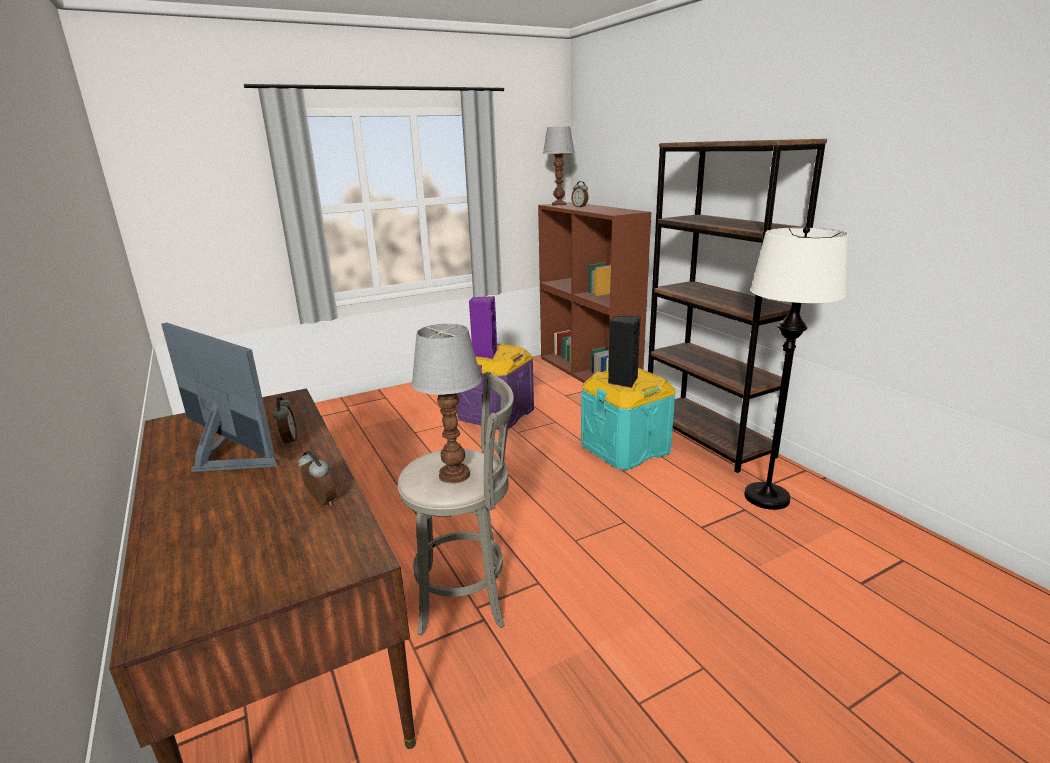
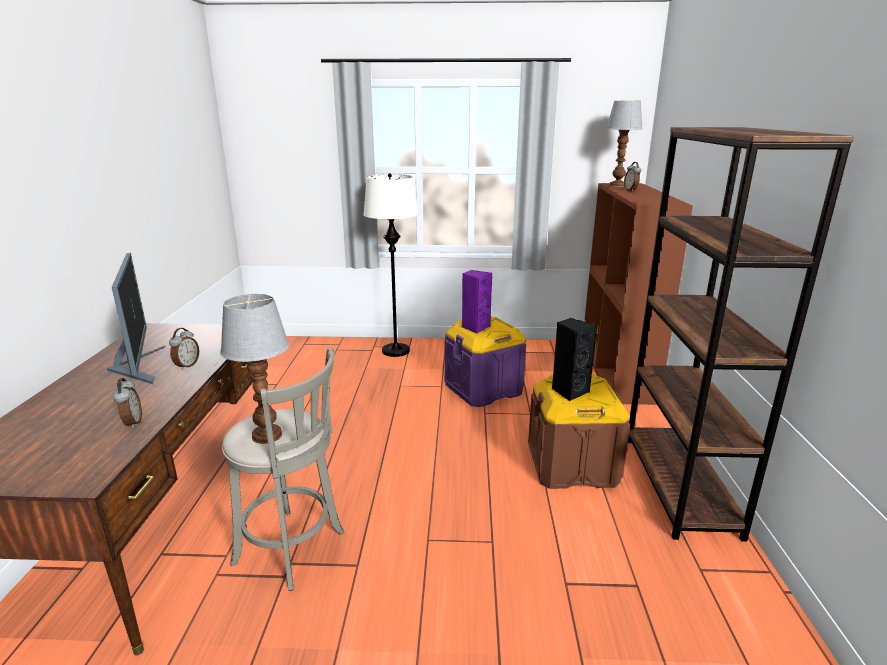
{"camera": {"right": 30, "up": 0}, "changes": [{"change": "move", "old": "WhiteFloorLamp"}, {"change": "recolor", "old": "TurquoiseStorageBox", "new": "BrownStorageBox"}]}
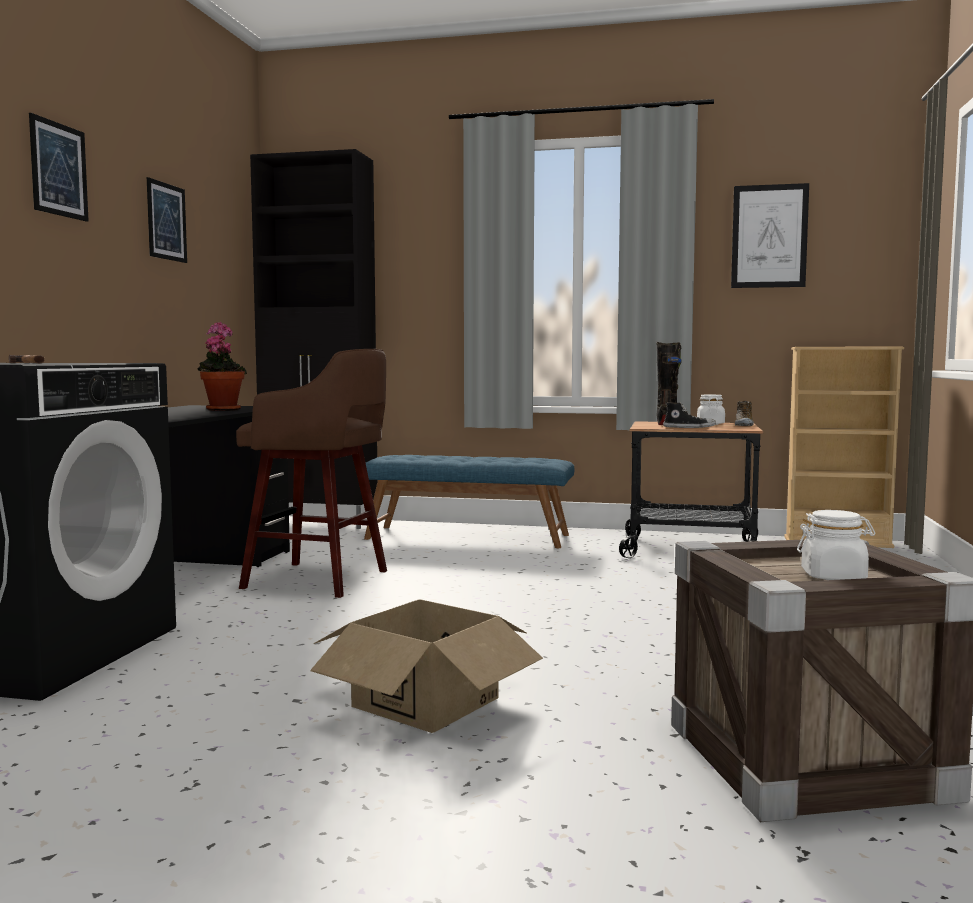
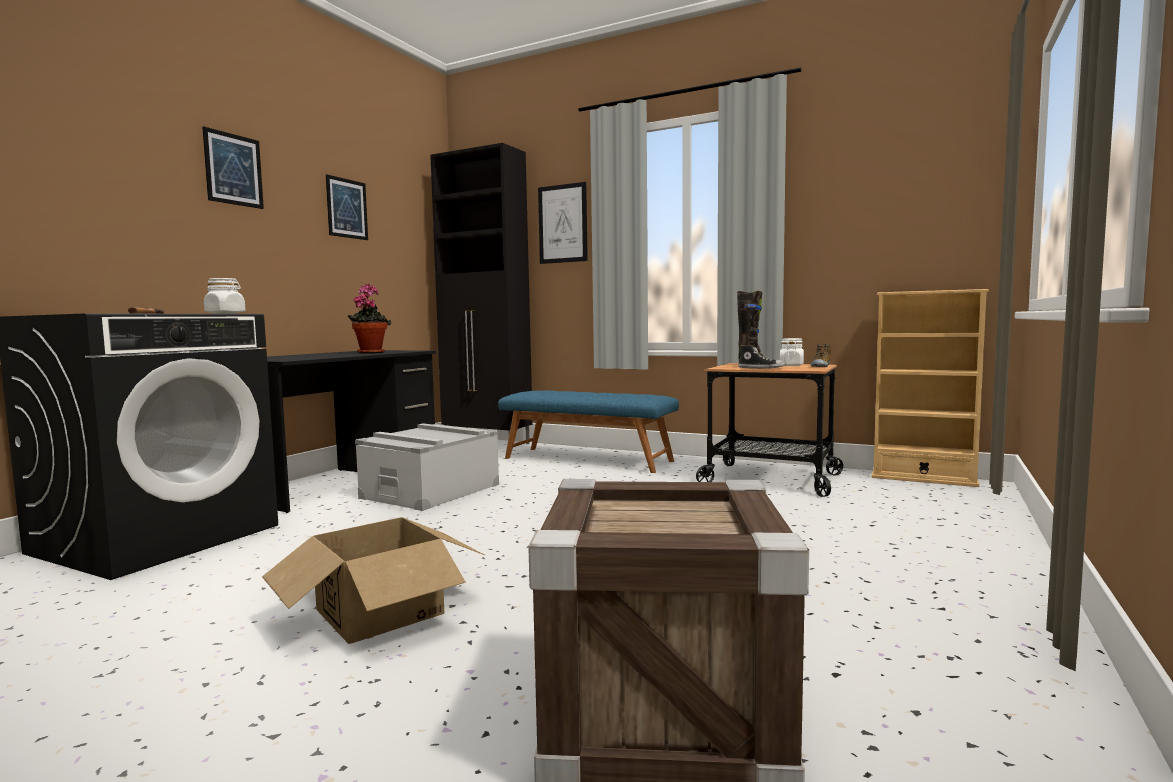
{"camera": {"right": 15, "up": 0}, "changes": [{"change": "move", "old": "Picture (3rd from left)"}, {"change": "move", "old": "WhiteJar (2nd from left in the first image)", "new": "WhiteJar (1st from left)"}, {"change": "replace", "old": "BrownStool", "new": "GreyStorageBox"}]}
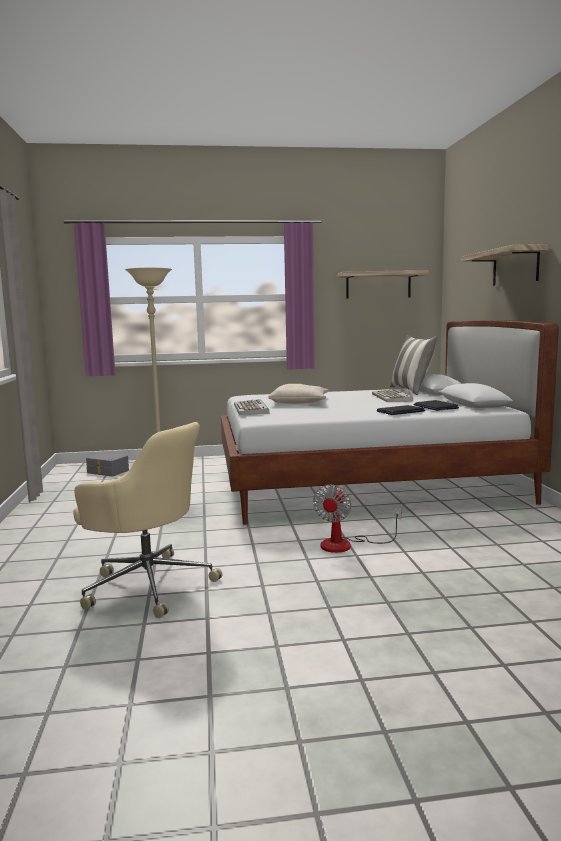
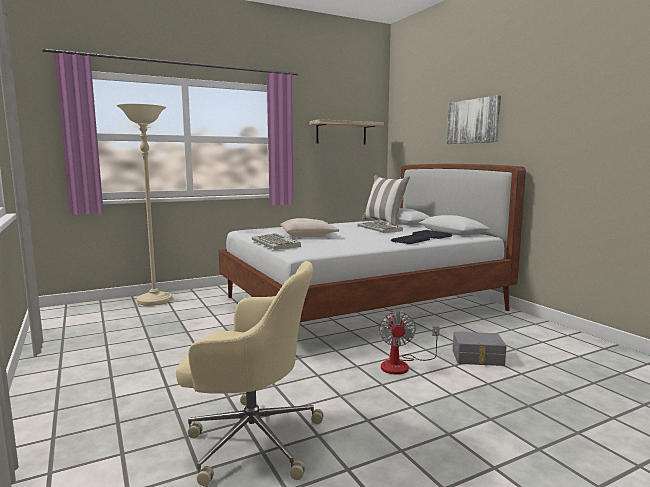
{"camera": {"right": -20, "up": 0}, "changes": [{"change": "move", "old": "GreyStorageBox"}, {"change": "replace", "old": "Shelf (2nd from left)", "new": "Picture"}]}
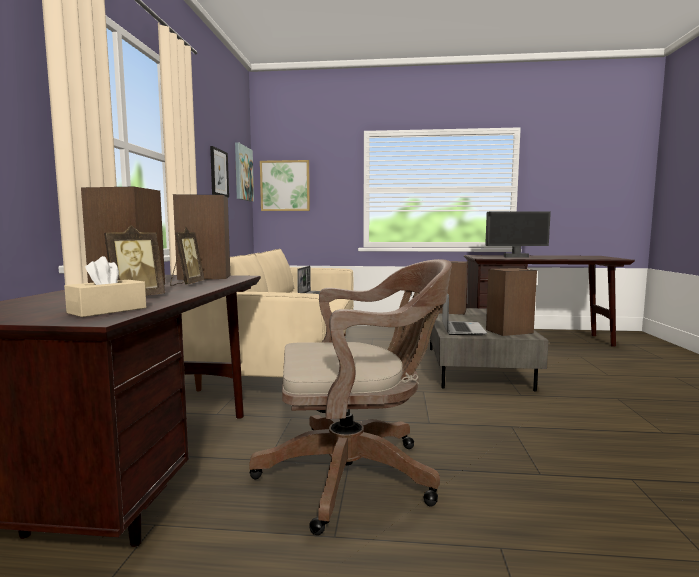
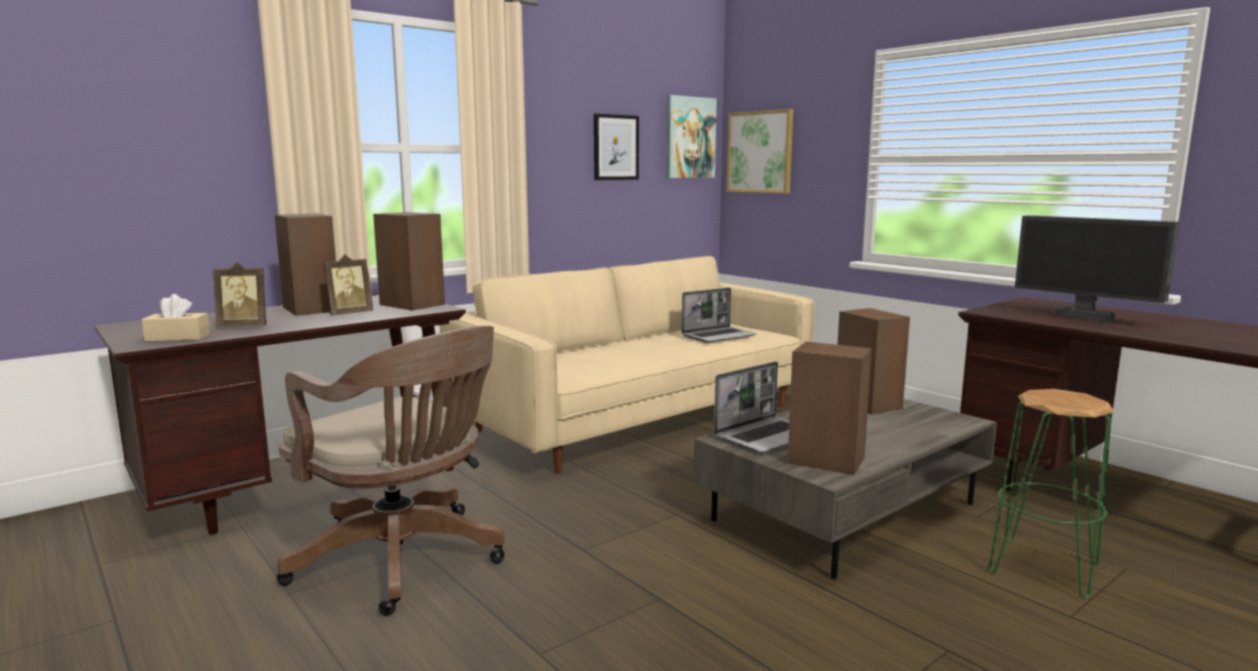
{"camera": {"right": 45, "up": 5}, "changes": [{"change": "insert", "new": "GreenStool"}]}
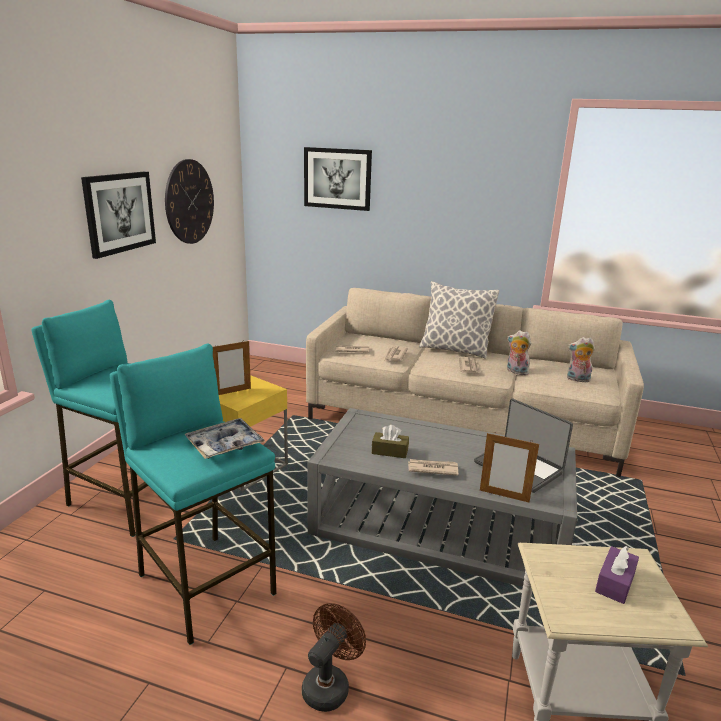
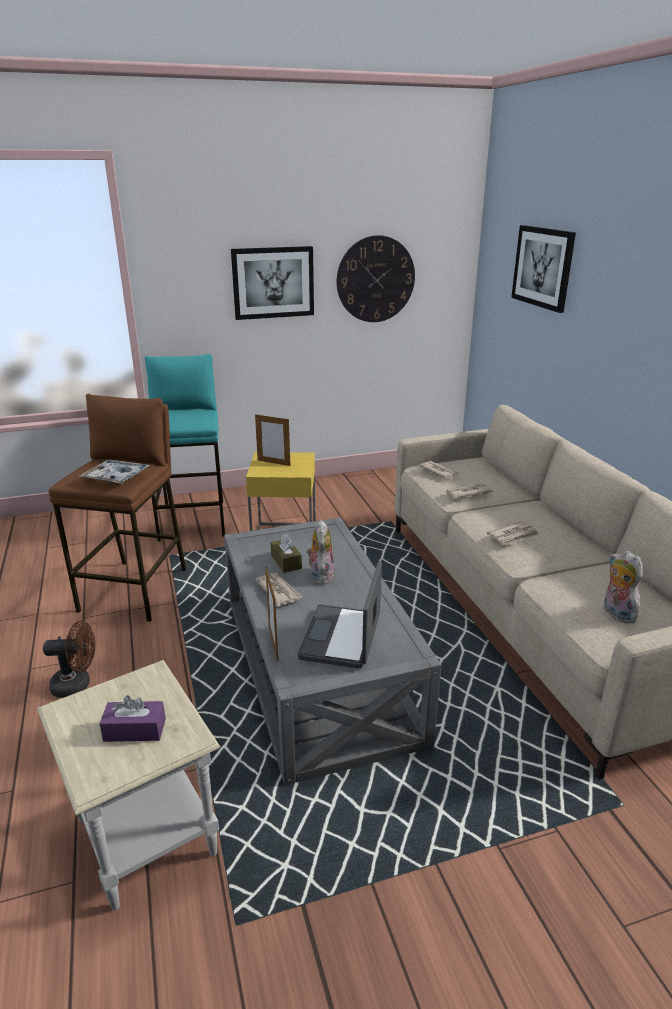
{"camera": {"right": 55, "up": 5}, "changes": [{"change": "delete", "old": "Pillow"}, {"change": "move", "old": "PlushToy (1st from left)"}, {"change": "recolor", "old": "TurquoiseStool (2nd from left)", "new": "BrownStool"}]}
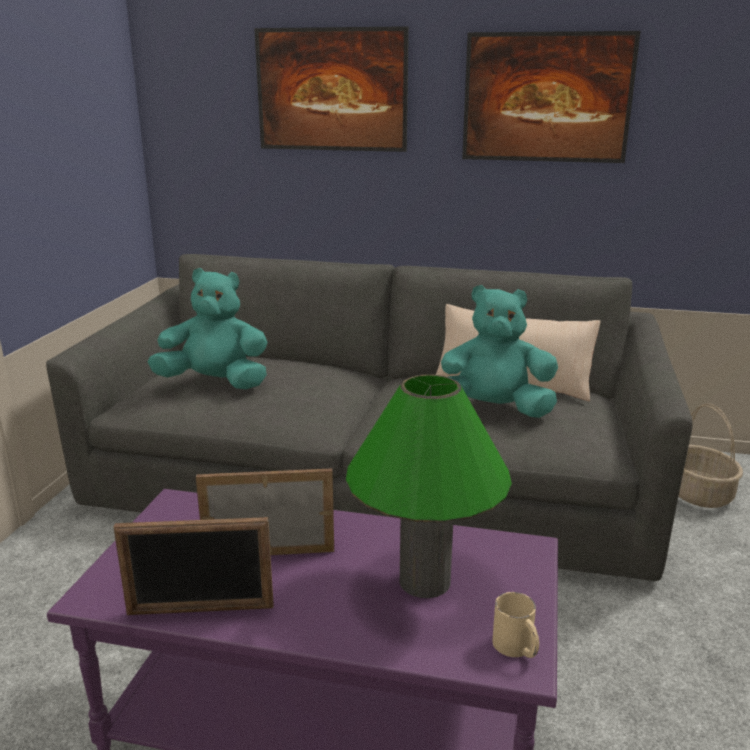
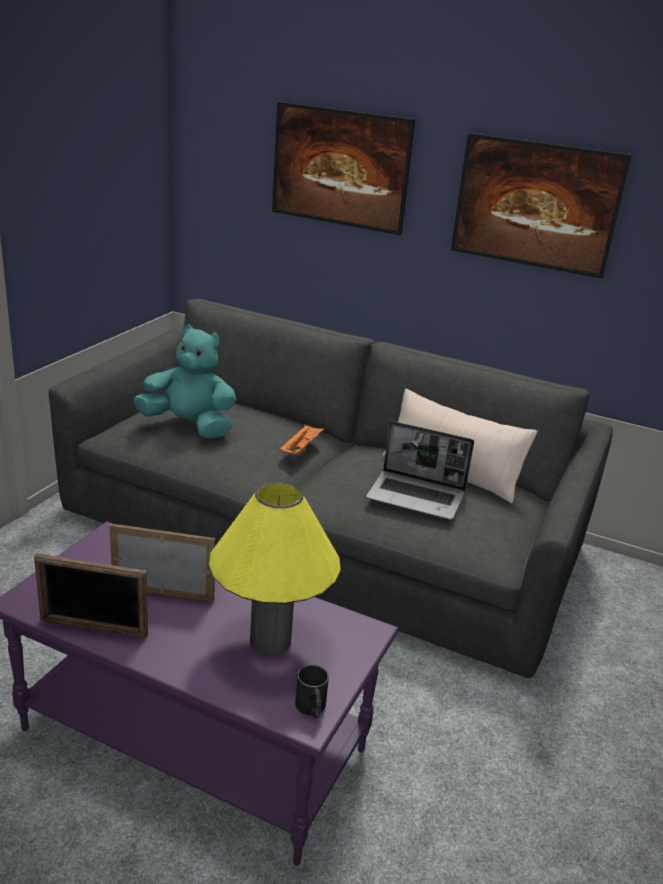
{"camera": {"right": 10, "up": 5}, "changes": [{"change": "delete", "old": "Basket"}, {"change": "insert", "new": "OrangeTray"}, {"change": "replace", "old": "TurquoisePlushToy (2nd from left)", "new": "Laptop"}, {"change": "recolor", "old": "GreenTableLamp", "new": "YellowTableLamp"}, {"change": "recolor", "old": "BeigeMug", "new": "BlackMug"}]}
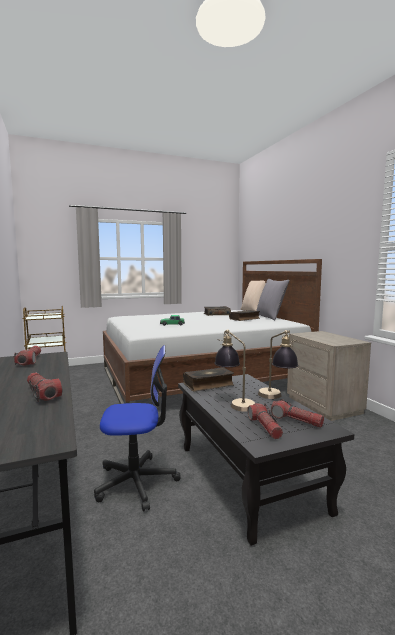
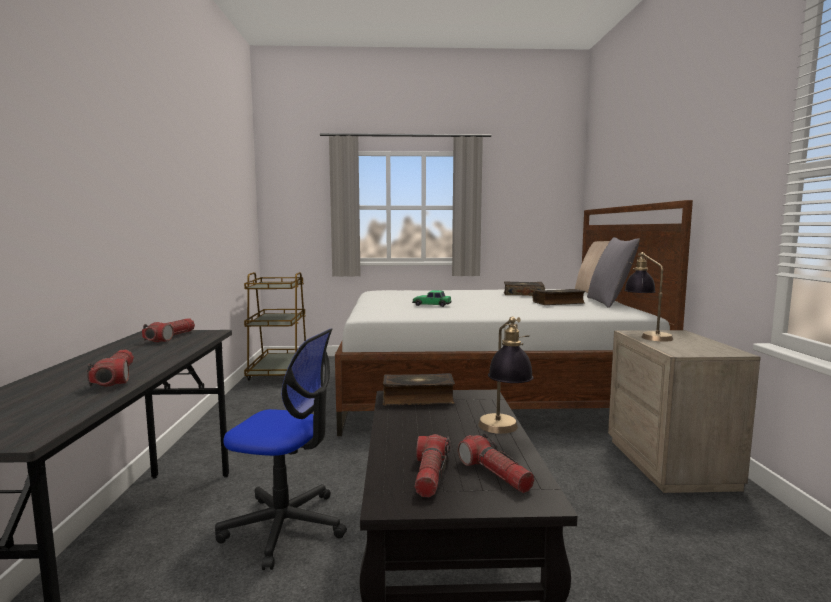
{"camera": {"right": 20, "up": 0}, "changes": [{"change": "move", "old": "TableLamp (1st from left in the first image)", "new": "TableLamp (2nd from left)"}]}
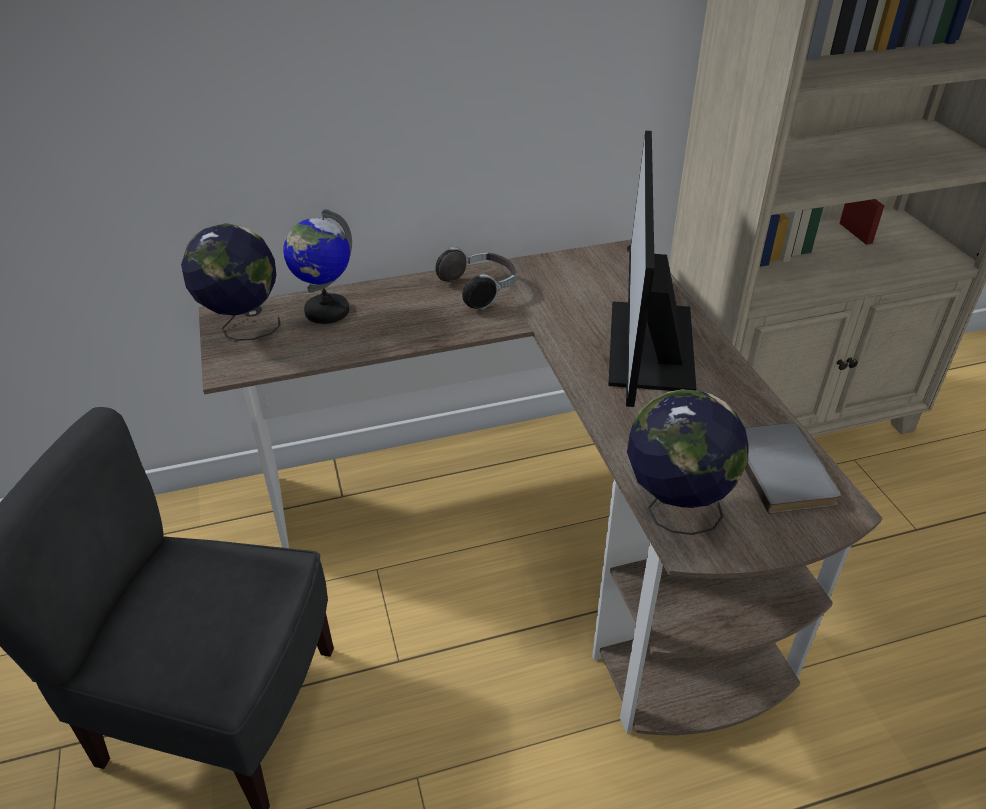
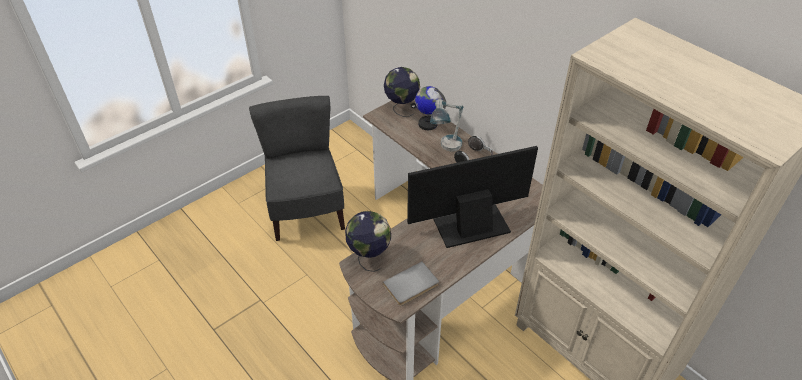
{"camera": {"right": 65, "up": 5}, "changes": [{"change": "insert", "new": "TableLamp"}]}
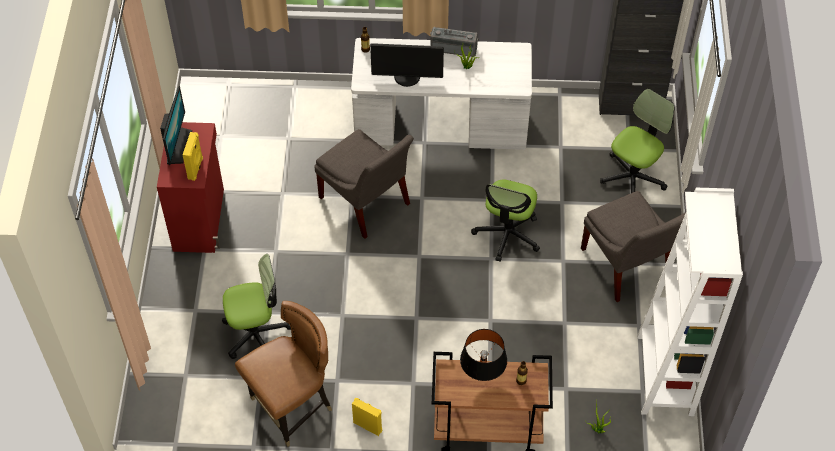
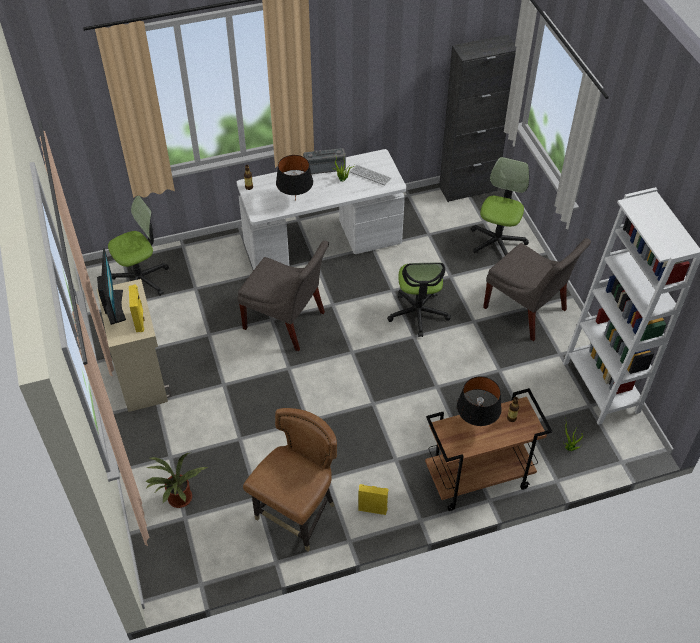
{"camera": {"right": -20, "up": -5}, "changes": [{"change": "insert", "new": "PottedPlant (1st from left)"}, {"change": "insert", "new": "Keyboard"}, {"change": "move", "old": "OfficeChair (1st from left)"}, {"change": "replace", "old": "Monitor (2nd from left)", "new": "BlackTableLamp (1st from left)"}, {"change": "recolor", "old": "RedCabinet", "new": "BeigeCabinet"}]}
